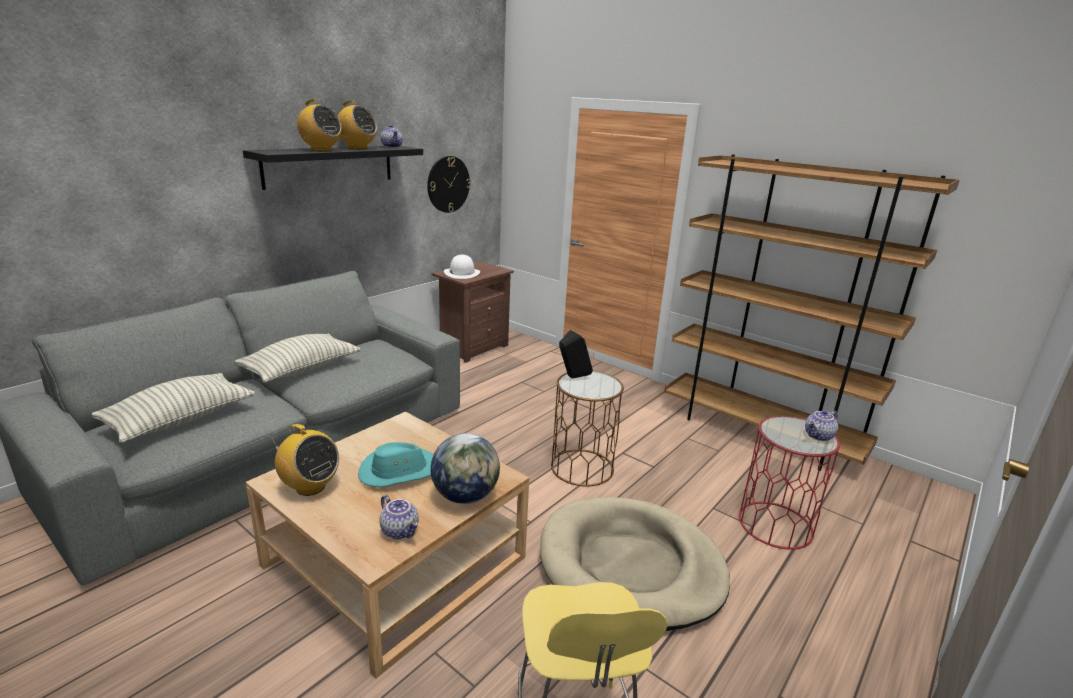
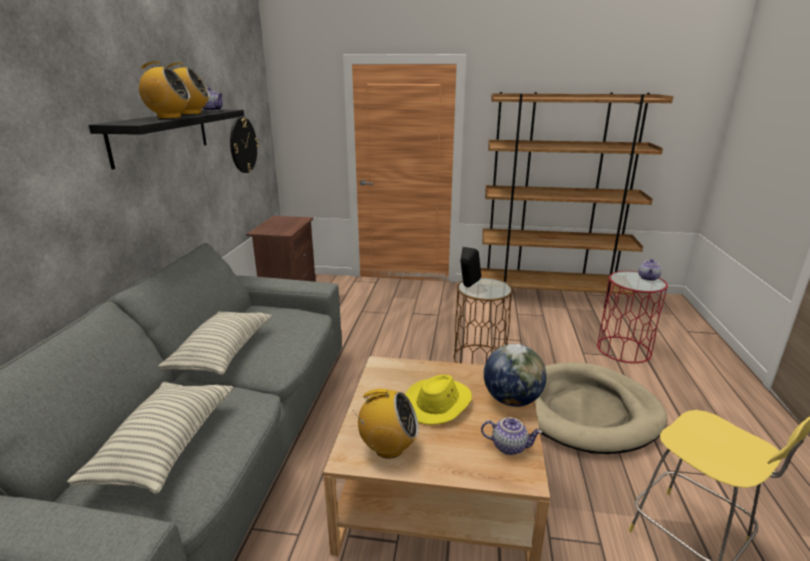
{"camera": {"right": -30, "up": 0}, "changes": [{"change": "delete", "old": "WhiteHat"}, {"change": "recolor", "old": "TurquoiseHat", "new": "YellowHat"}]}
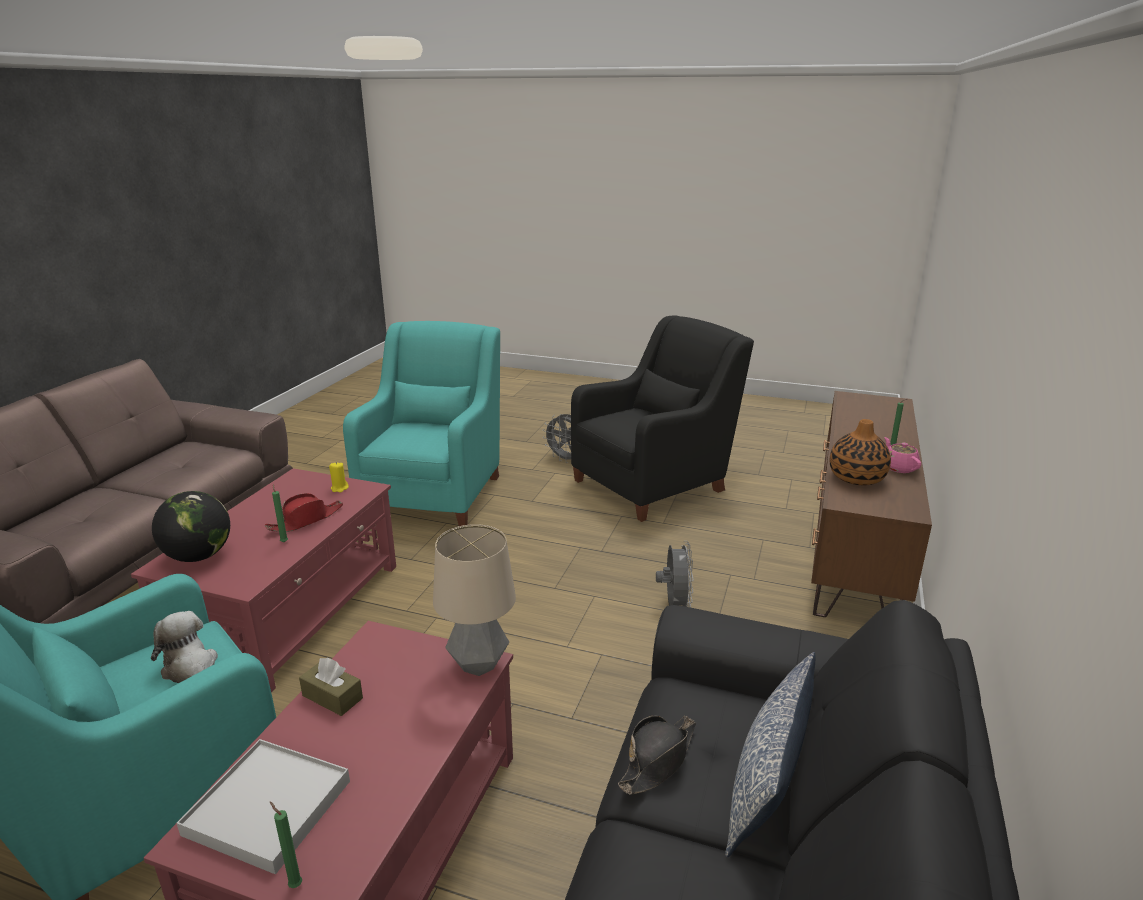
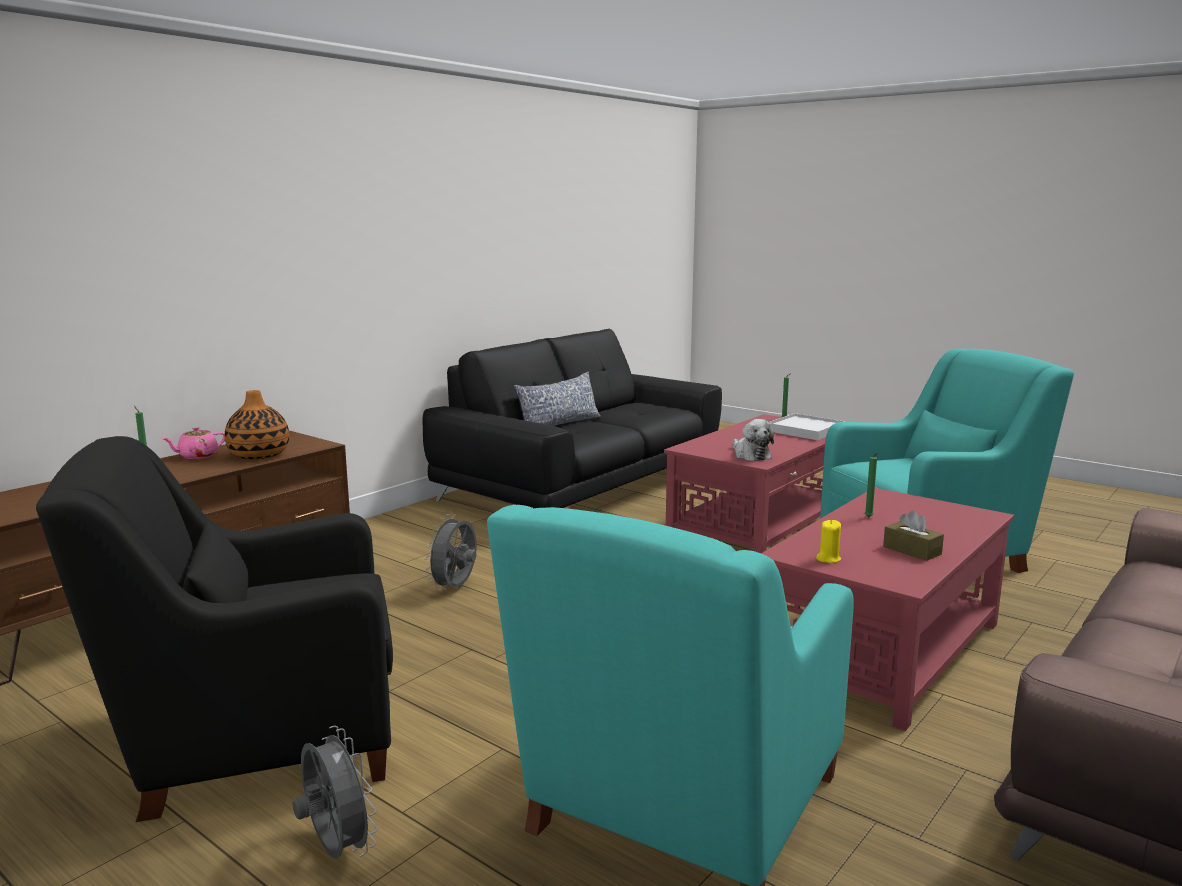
{"camera": {"right": -160, "up": -10}, "changes": [{"change": "delete", "old": "Globe"}, {"change": "delete", "old": "RedHat"}, {"change": "delete", "old": "TableLamp"}, {"change": "delete", "old": "BlackHat"}, {"change": "move", "old": "PlushToy"}, {"change": "move", "old": "BrownTissueBox"}, {"change": "rotate", "old": "PinkTeapot", "degrees": 45}]}
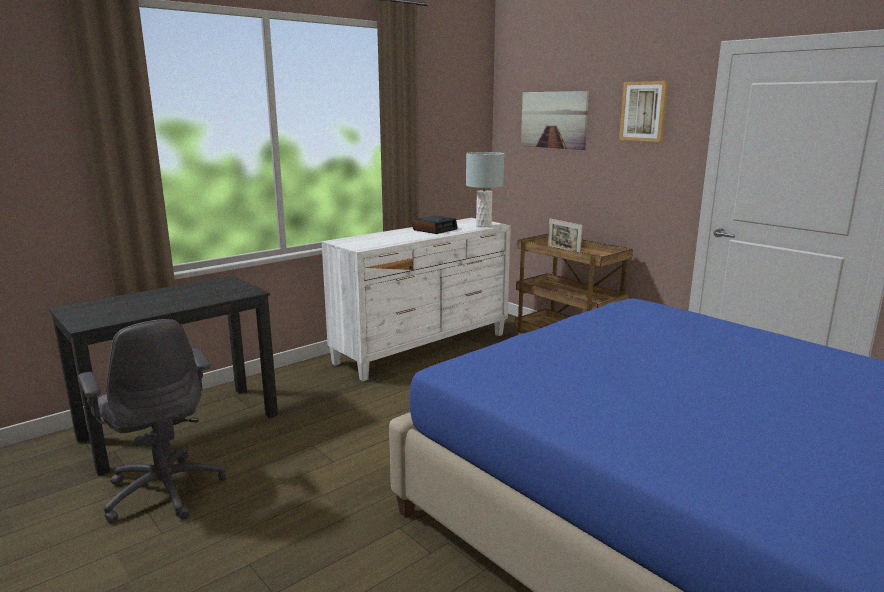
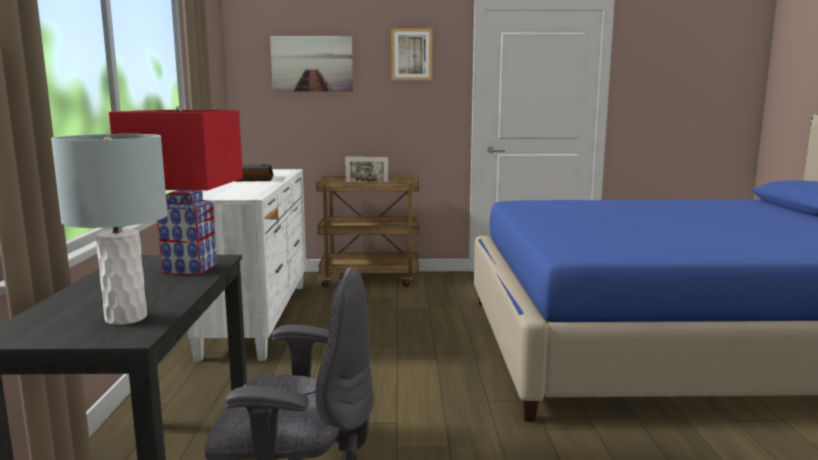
{"camera": {"right": -50, "up": -5}, "changes": [{"change": "insert", "new": "RedTableLamp"}, {"change": "move", "old": "GreyTableLamp"}]}
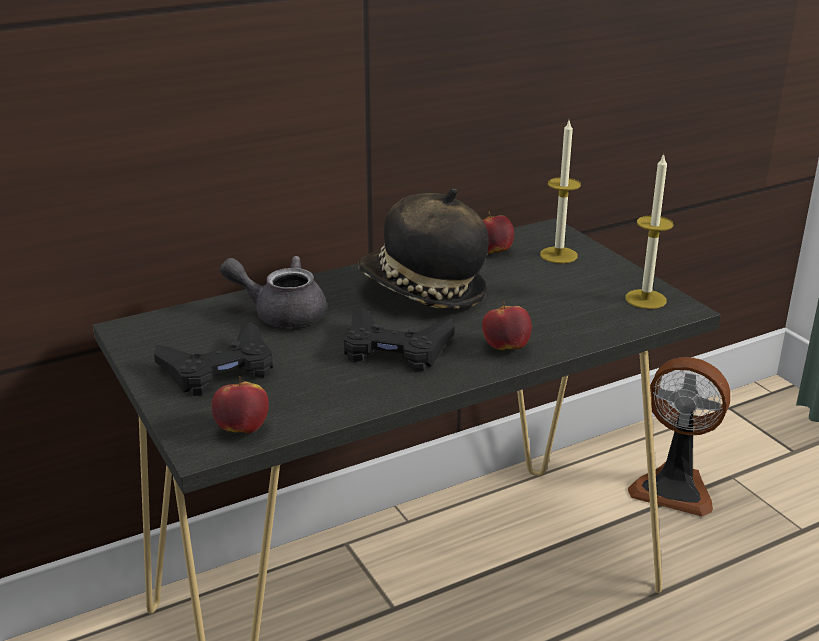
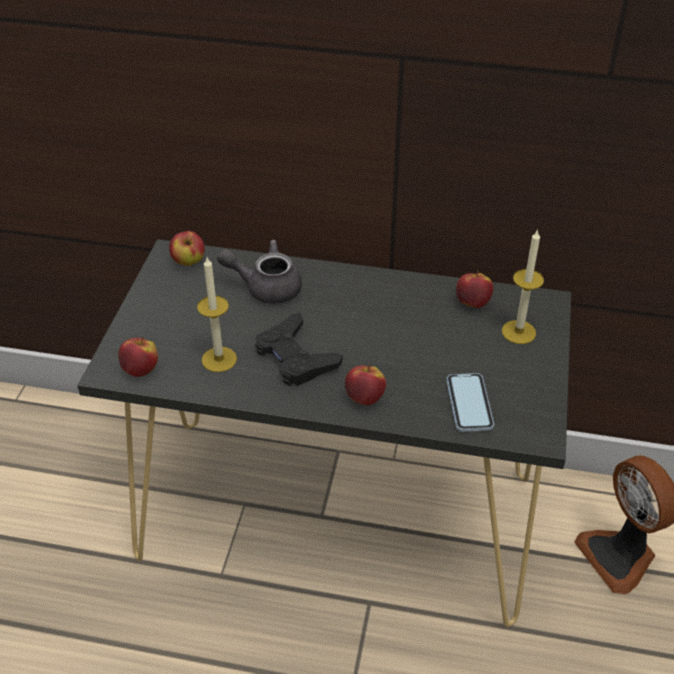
{"camera": {"right": 40, "up": 15}, "changes": [{"change": "delete", "old": "BlackGameController (1st from left)"}, {"change": "delete", "old": "Hat"}, {"change": "insert", "new": "Apple (2nd from left)"}, {"change": "insert", "new": "Phone"}, {"change": "move", "old": "Candle (2nd from left in the first image)", "new": "Candle (1st from left)"}, {"change": "rotate", "old": "GreyTeapot", "degrees": -45}]}
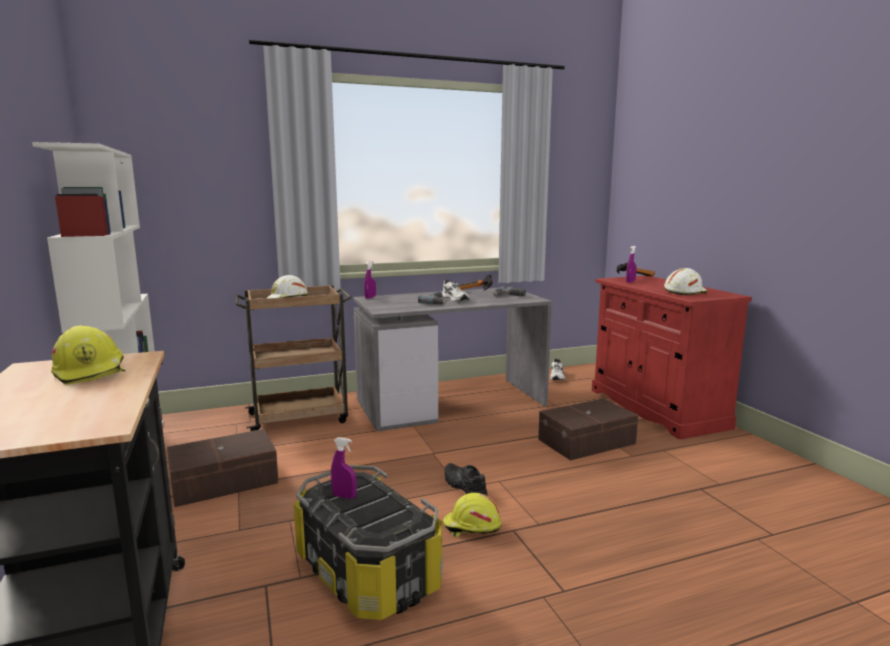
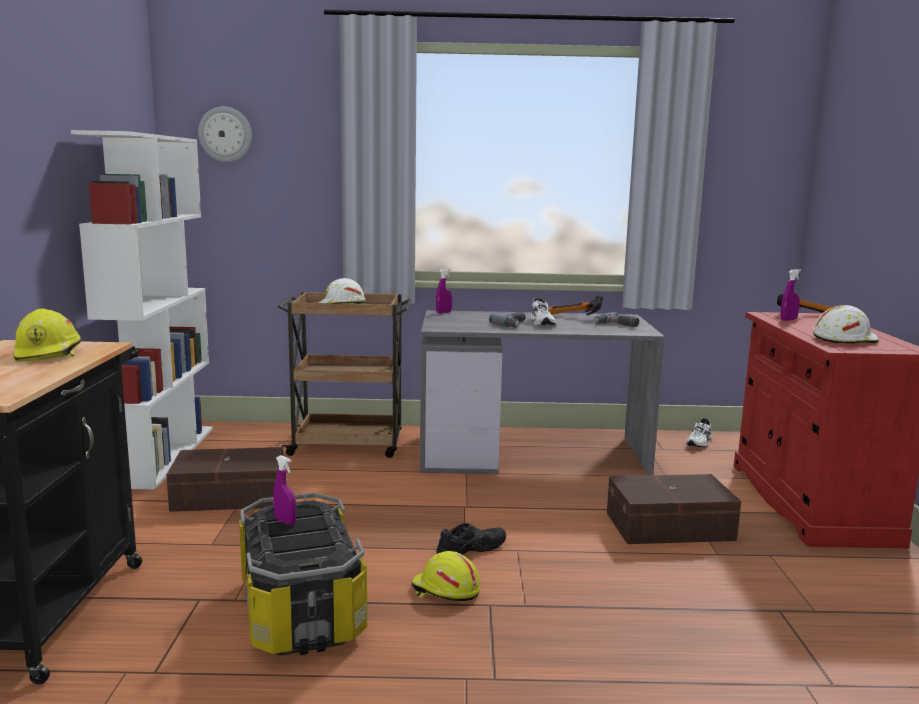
{"camera": {"right": 20, "up": 0}, "changes": [{"change": "insert", "new": "WallClock"}, {"change": "rotate", "old": "BlackShoe", "degrees": 75}]}
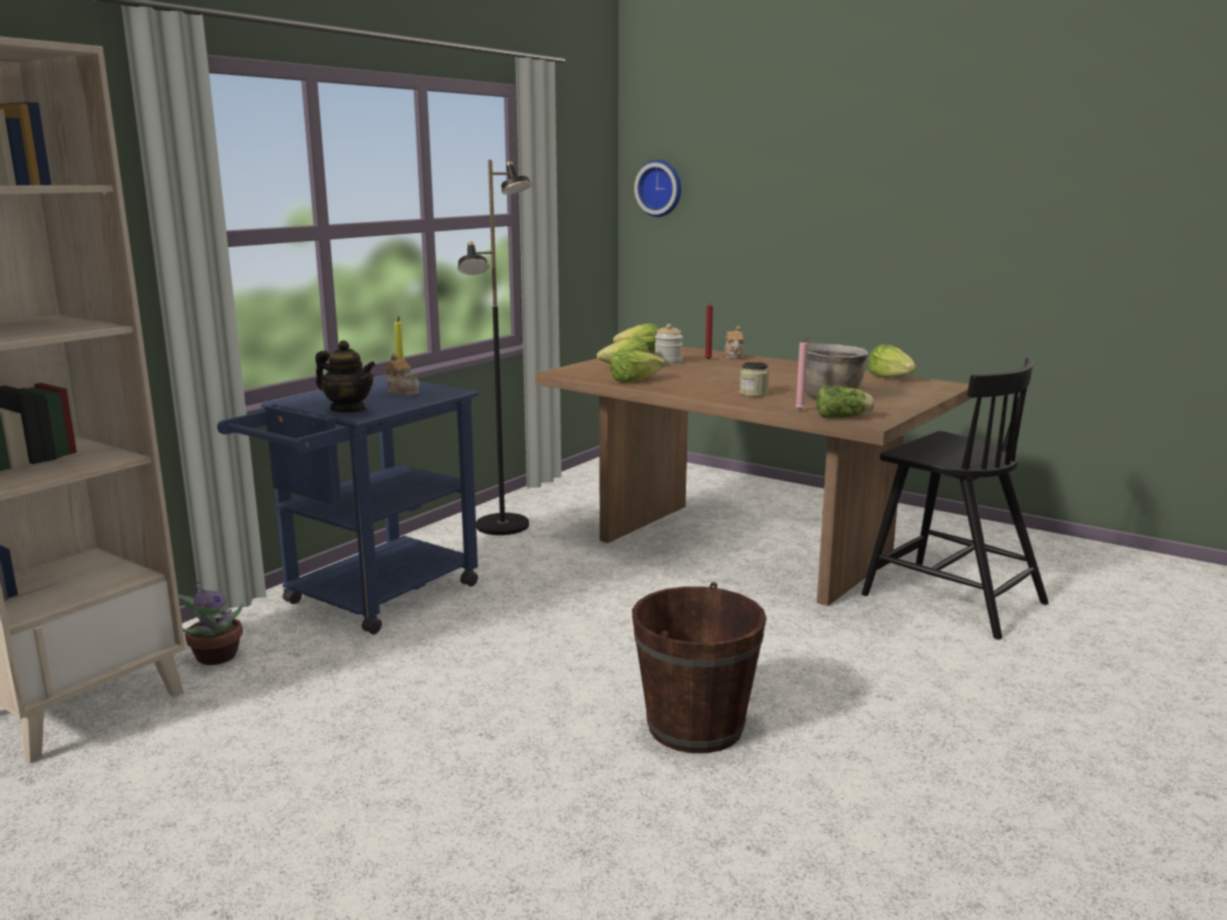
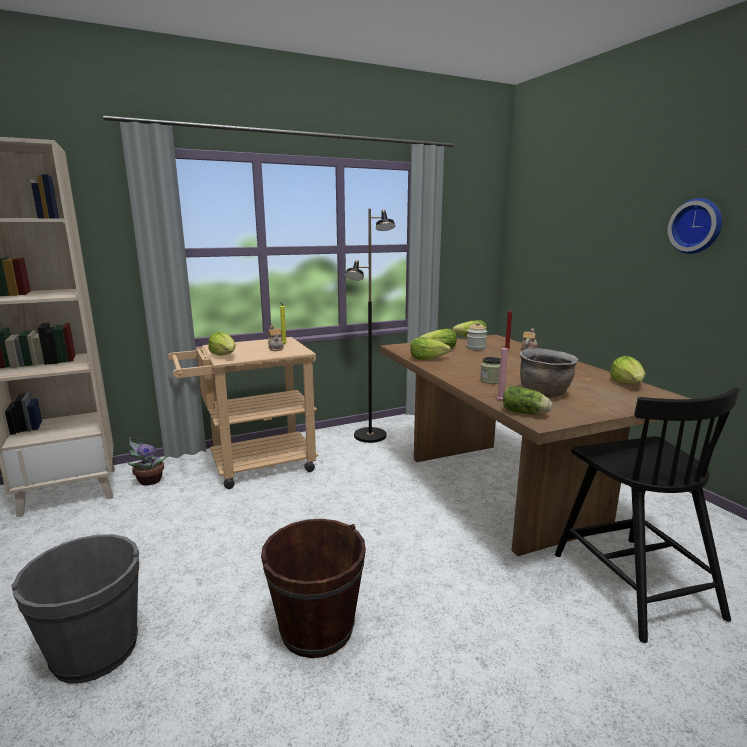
{"camera": {"right": 30, "up": 0}, "changes": [{"change": "insert", "new": "GreyBucket"}, {"change": "move", "old": "WallClock"}, {"change": "replace", "old": "Teapot (1st from left)", "new": "Lettuce (1st from left)"}, {"change": "recolor", "old": "BlueCart", "new": "BeigeCart"}]}
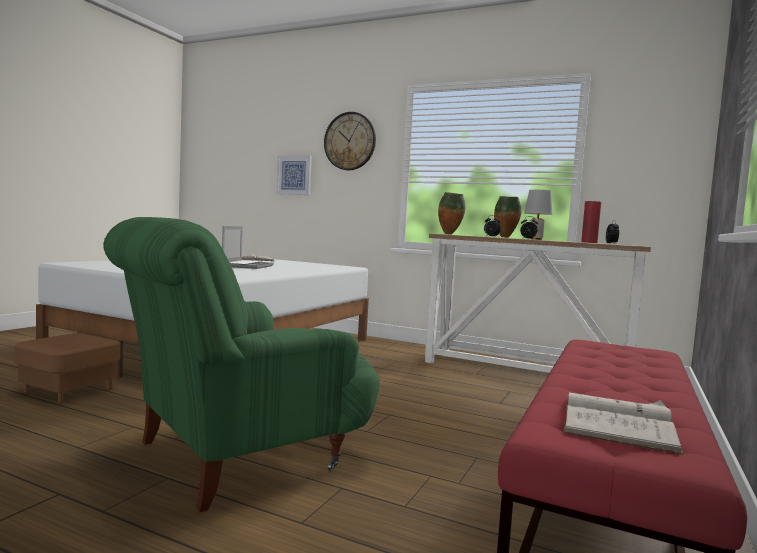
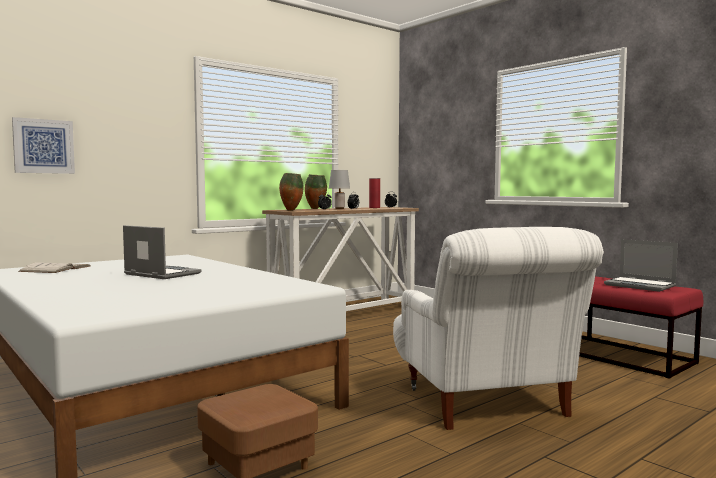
{"camera": {"right": -65, "up": 0}, "changes": [{"change": "delete", "old": "WallClock"}, {"change": "replace", "old": "WhiteBook (2nd from left)", "new": "Laptop (2nd from left)"}, {"change": "recolor", "old": "GreenArmchair", "new": "WhiteArmchair"}]}
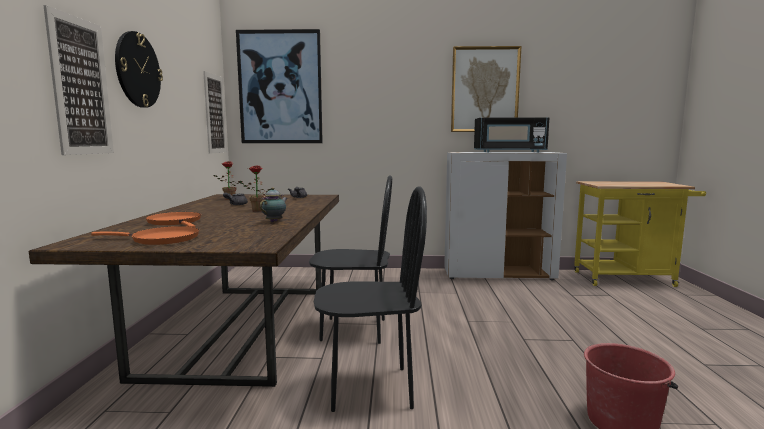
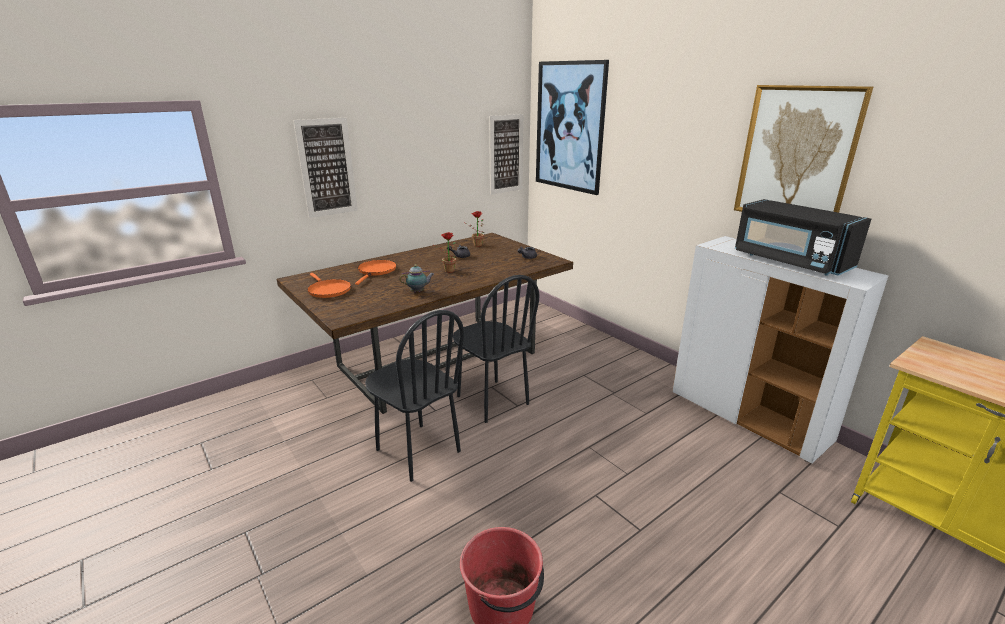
{"camera": {"right": 50, "up": 15}, "changes": [{"change": "delete", "old": "WallClock"}]}
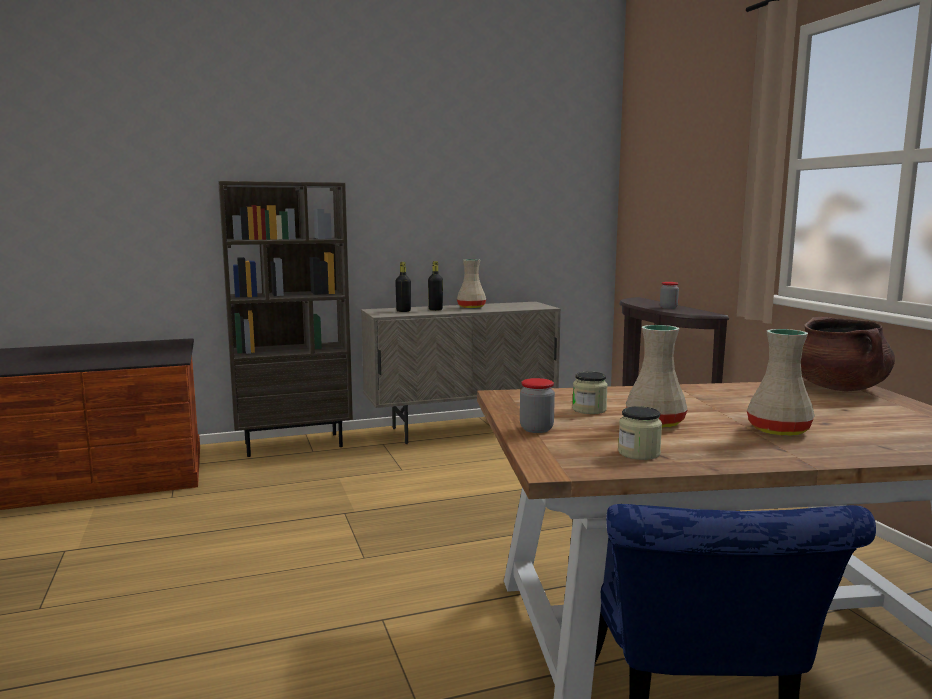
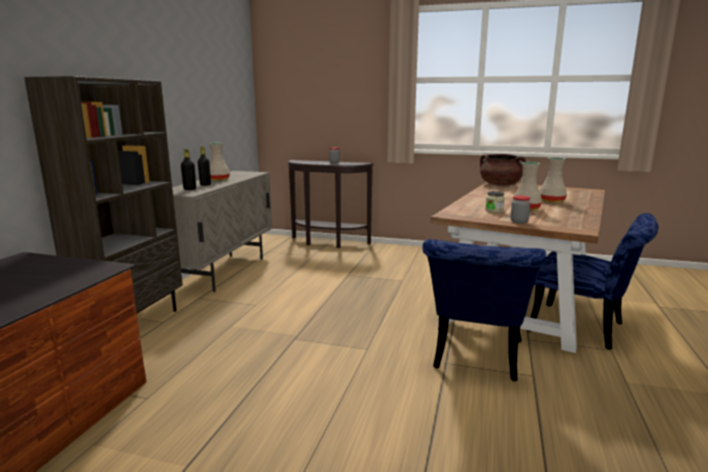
{"camera": {"right": -55, "up": 5}, "changes": [{"change": "delete", "old": "Jar (3rd from left)"}, {"change": "insert", "new": "BlueChair (1st from left)"}]}
